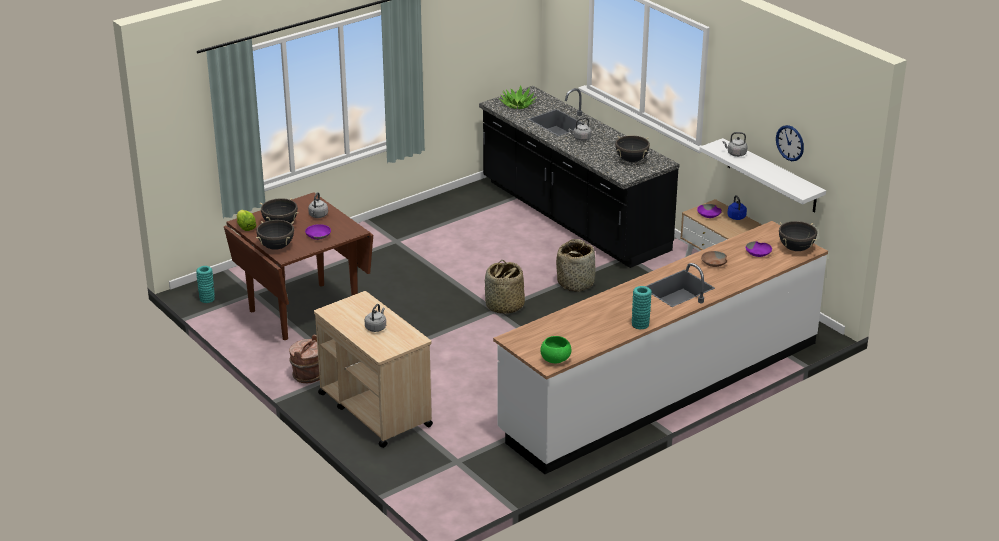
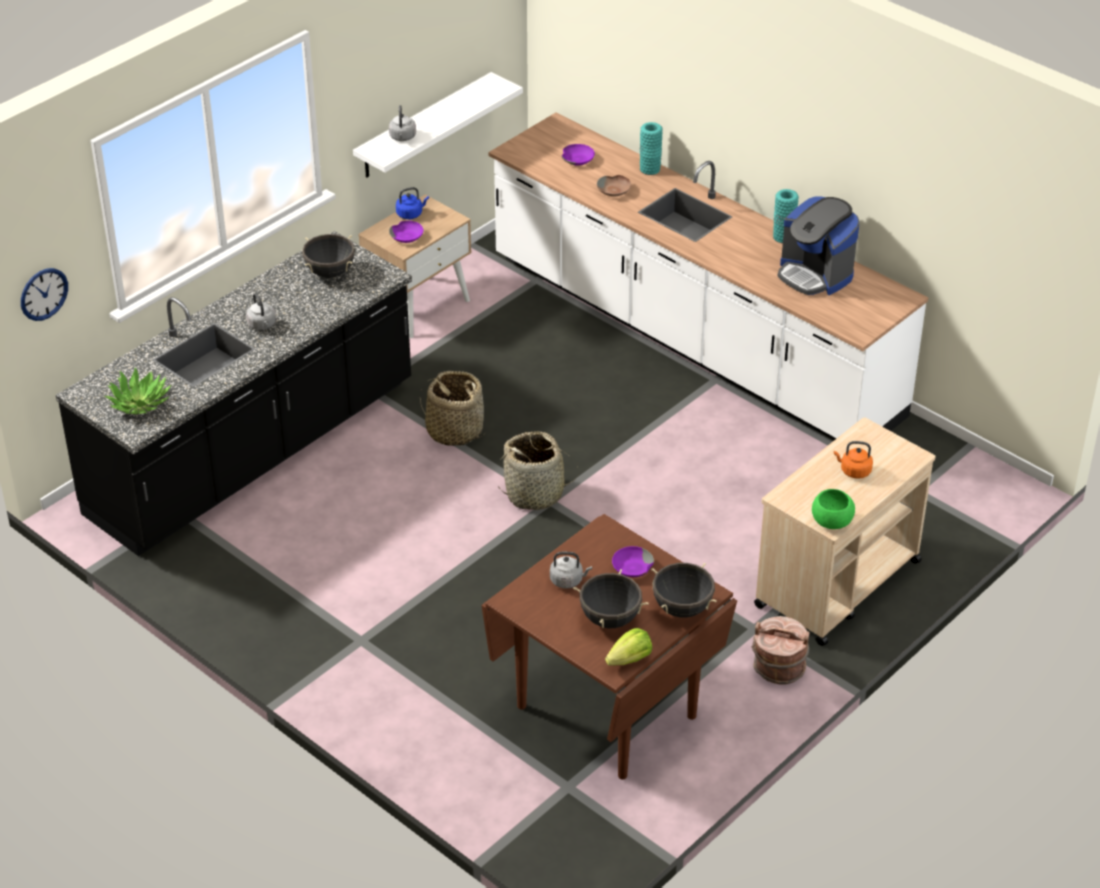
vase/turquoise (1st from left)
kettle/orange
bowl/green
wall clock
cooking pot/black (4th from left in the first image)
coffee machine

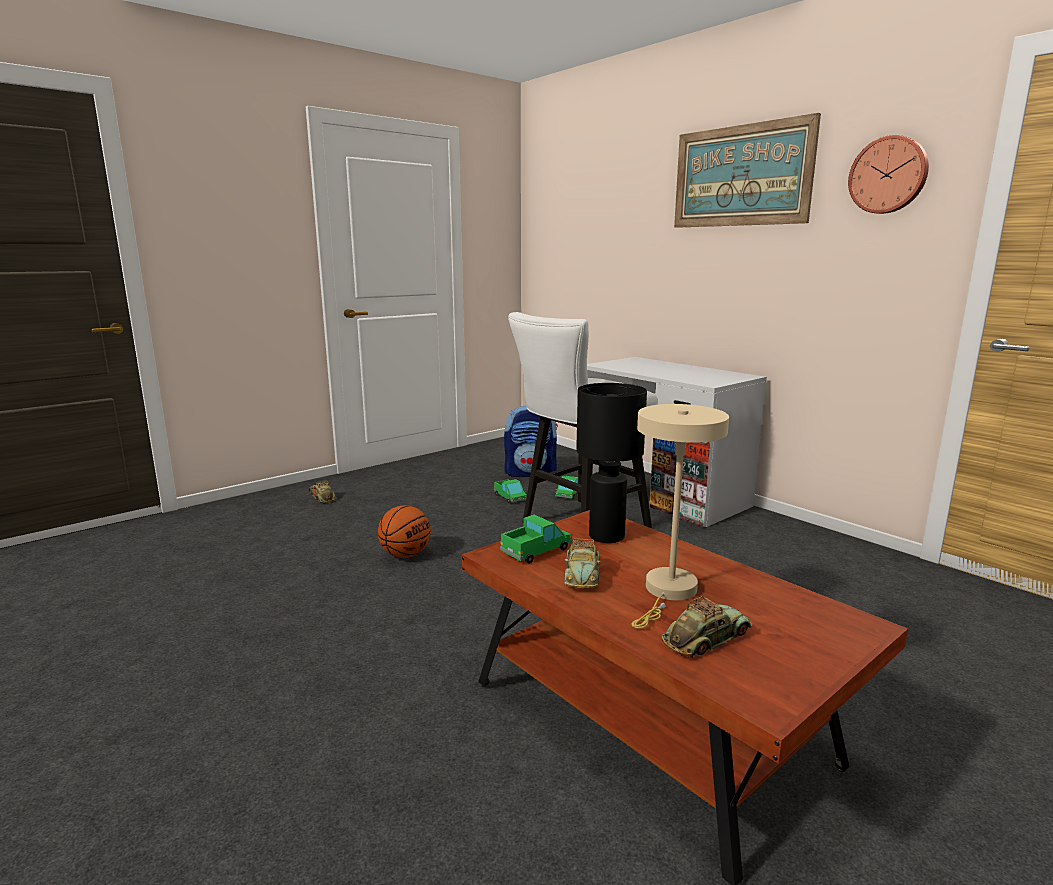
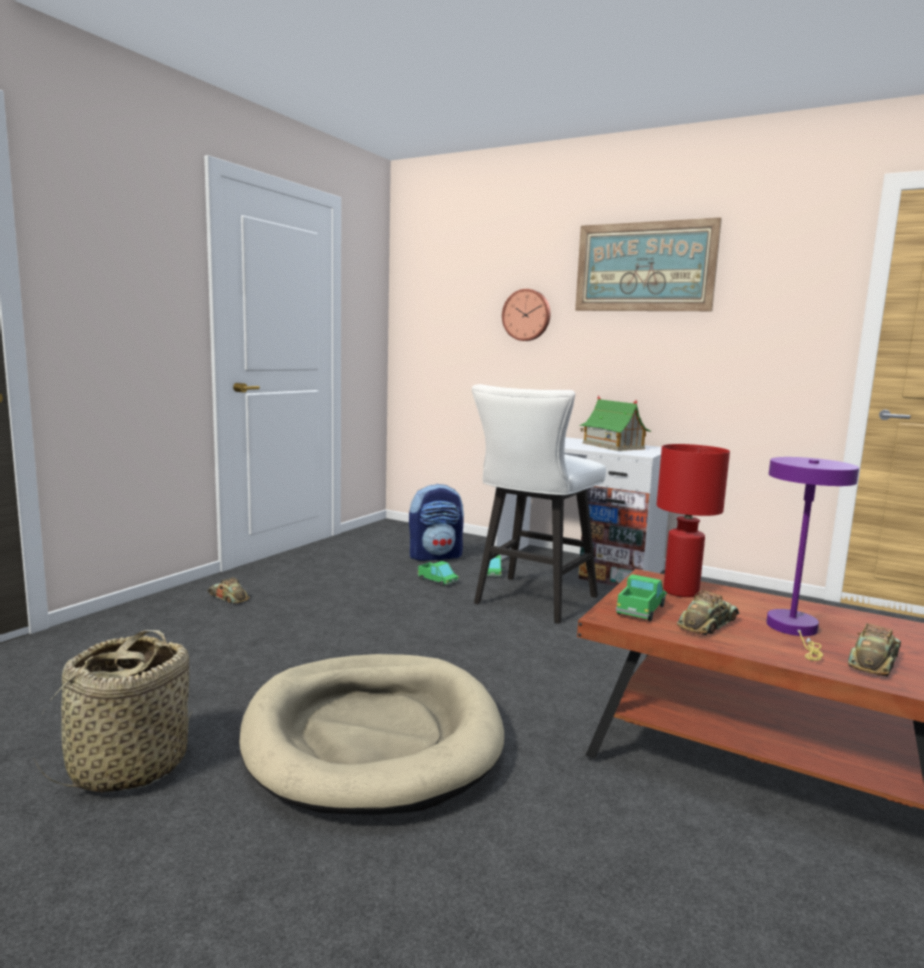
basketball
toy car (2nd from left)
table lamp/red
table lamp/purple
wall clock
basket
dog bed/beige
toy house

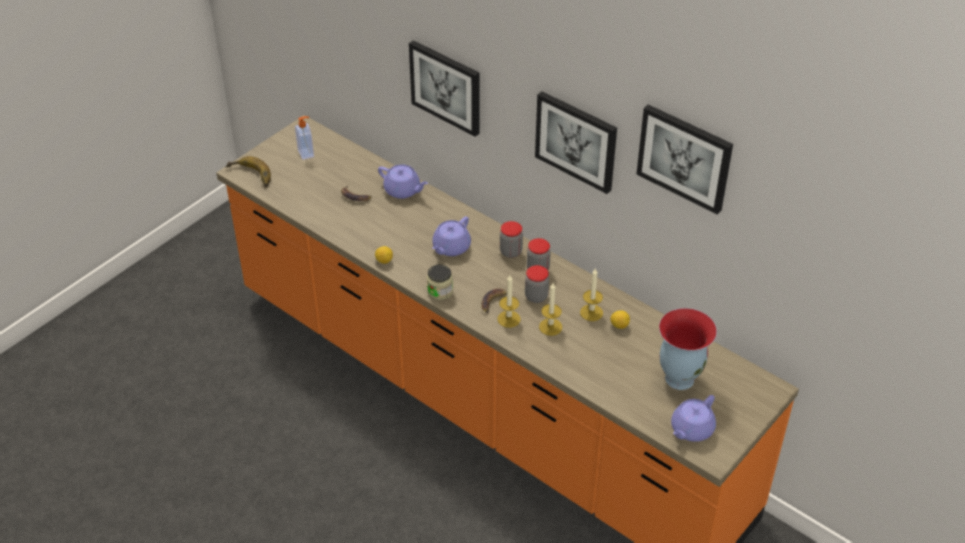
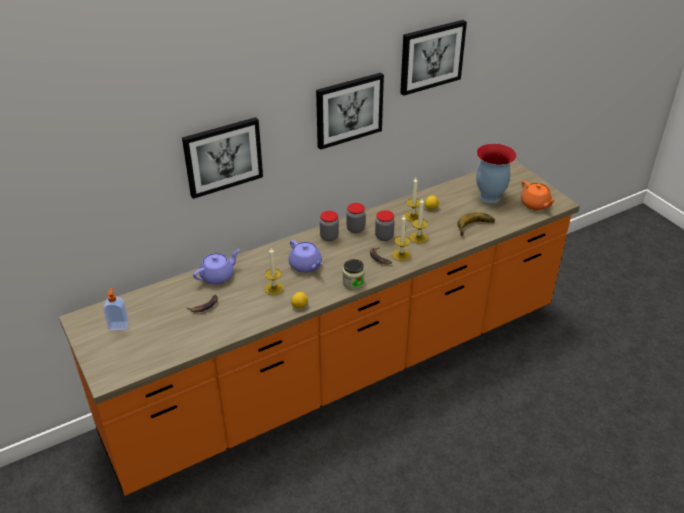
banana (3rd from left)
teapot/orange
candle (1st from left)

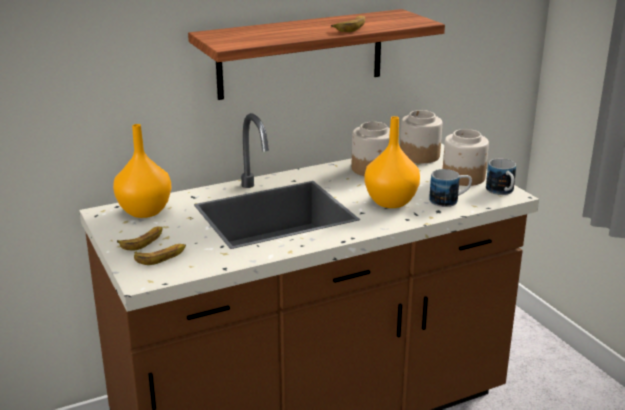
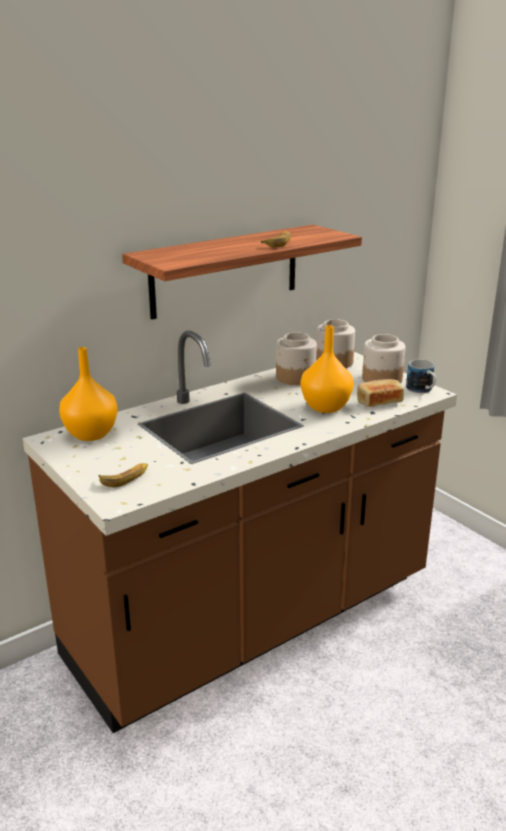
banana (1st from left in the first image)
bread

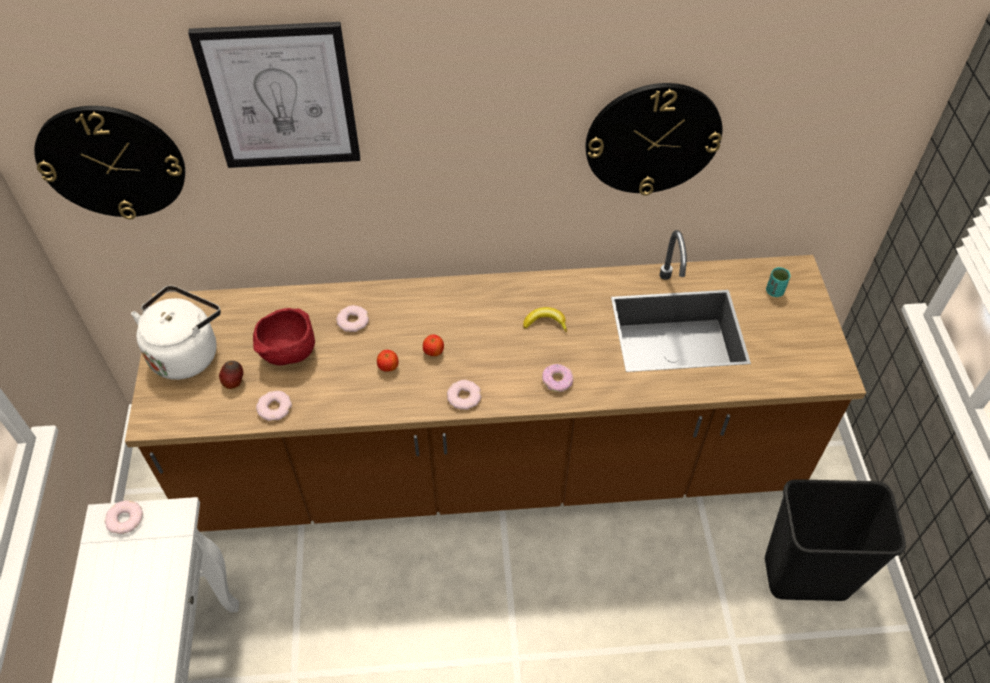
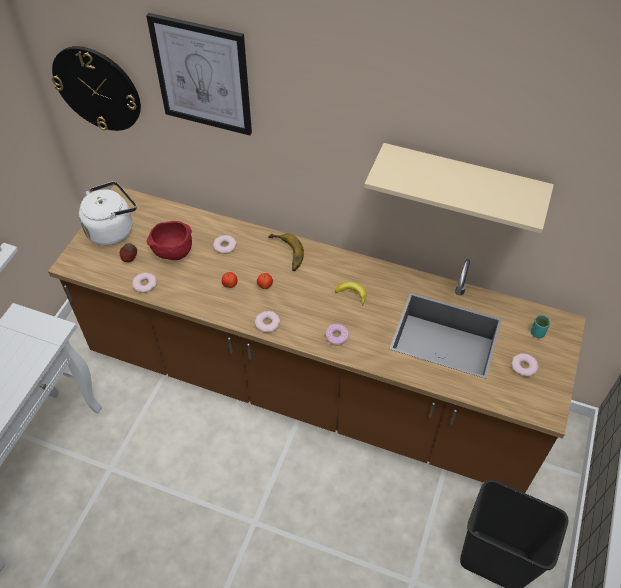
donut (5th from left)
shelf/beige
banana (1st from left)

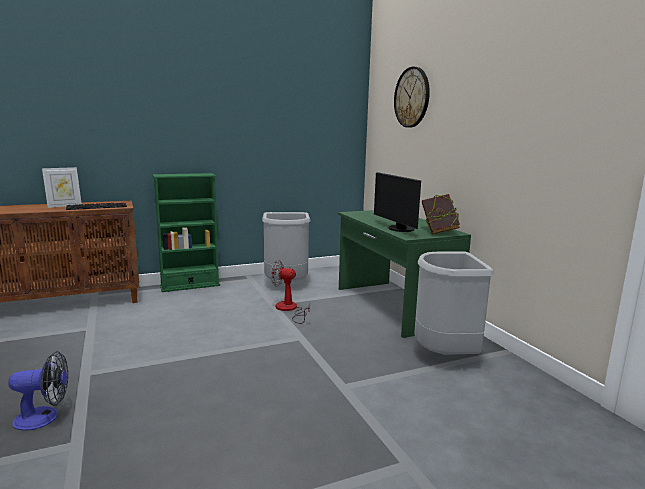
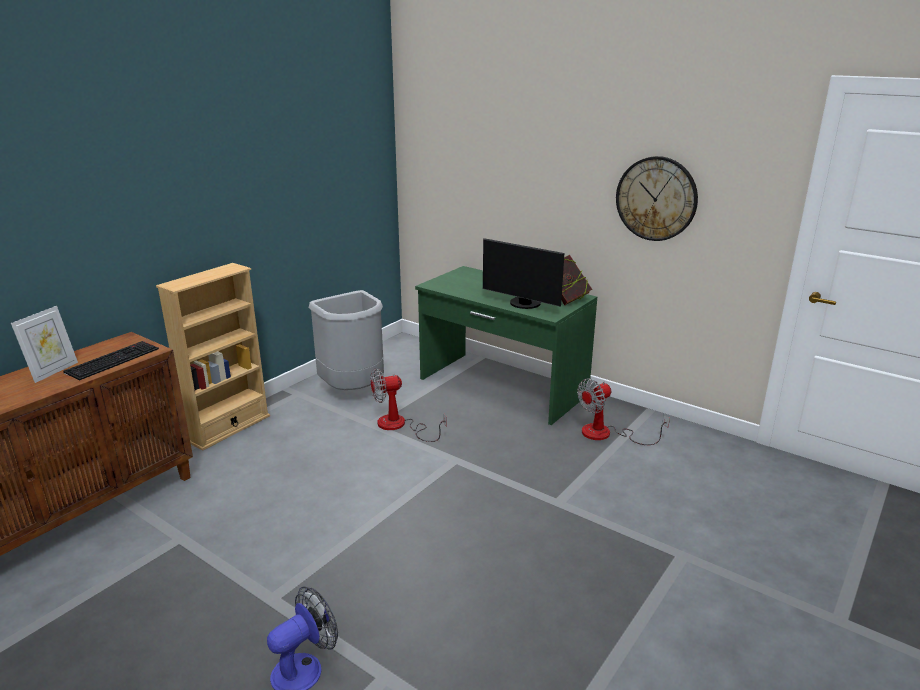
bookcase/beige
wall clock
fan (3rd from left)

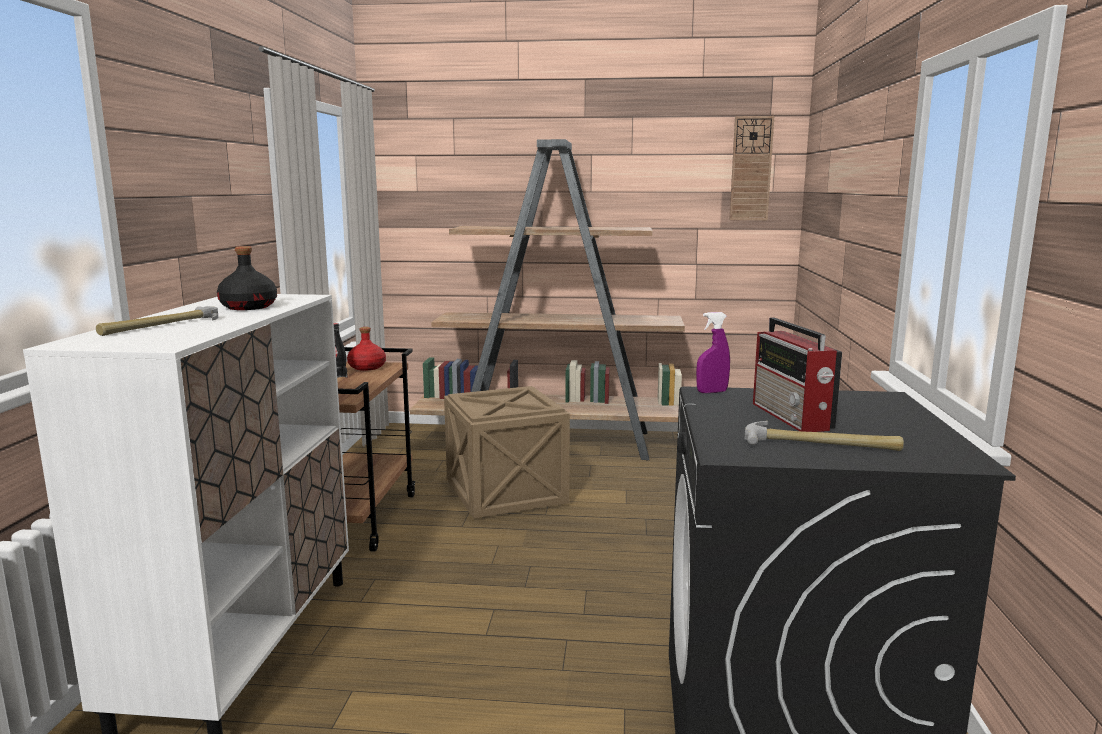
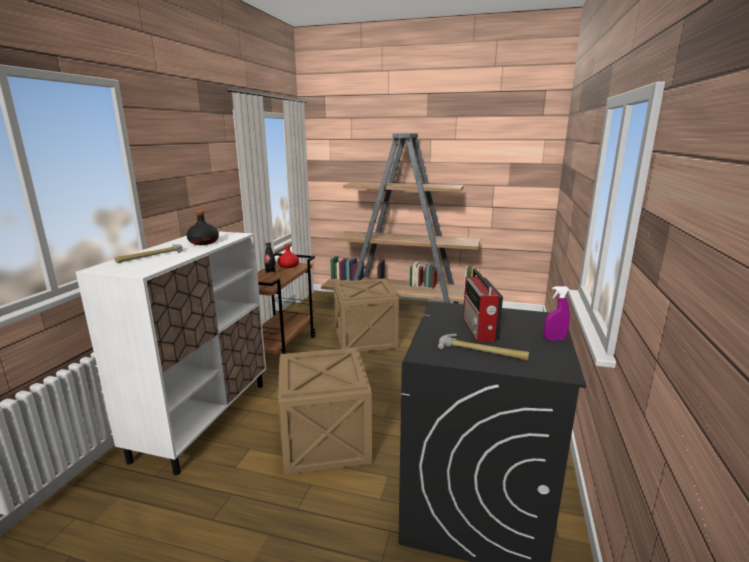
spray bottle/purple
wall clock
crate (1st from left)

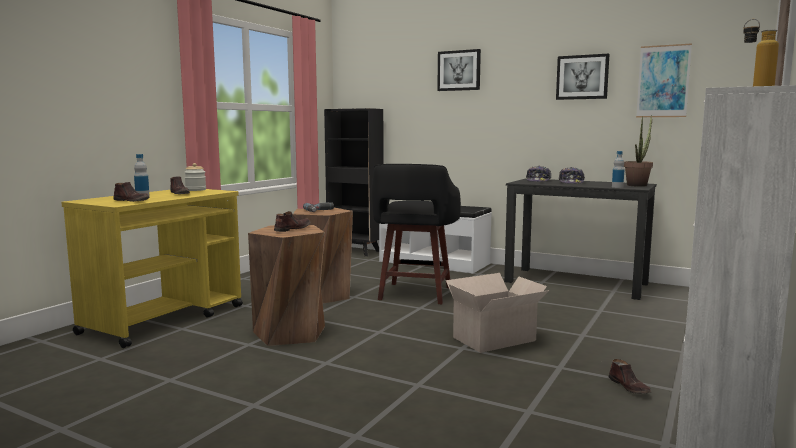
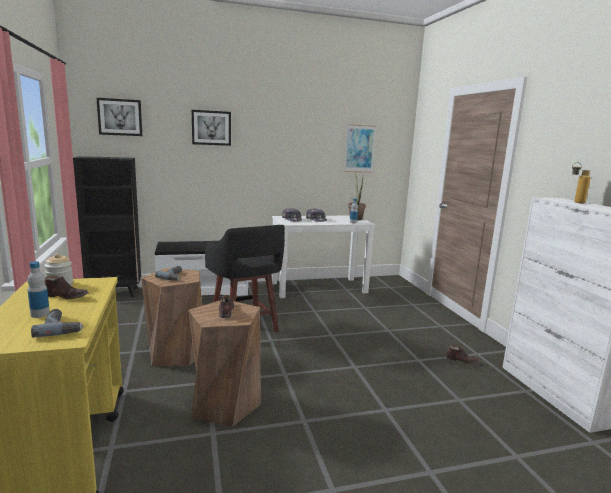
power drill (1st from left)
cardboard box
desk/white
picture (1st from left)

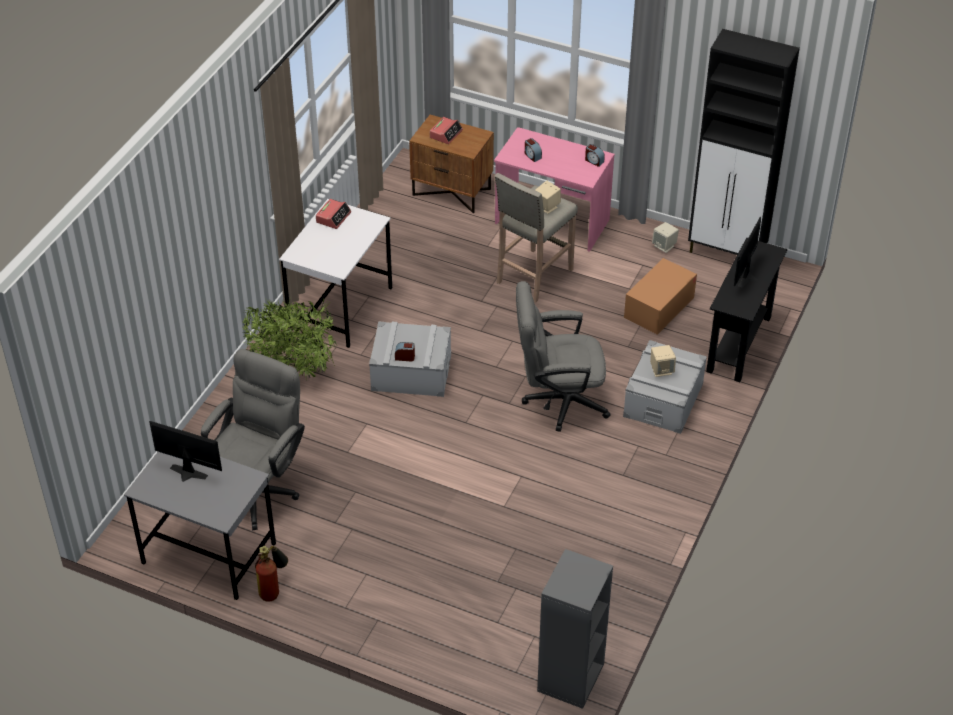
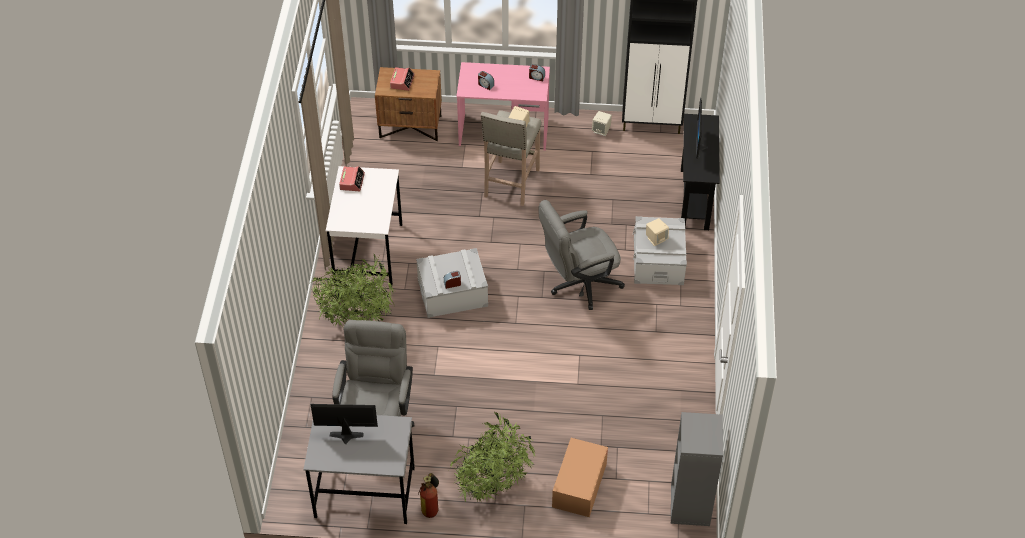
cardboard box
potted plant (2nd from left)

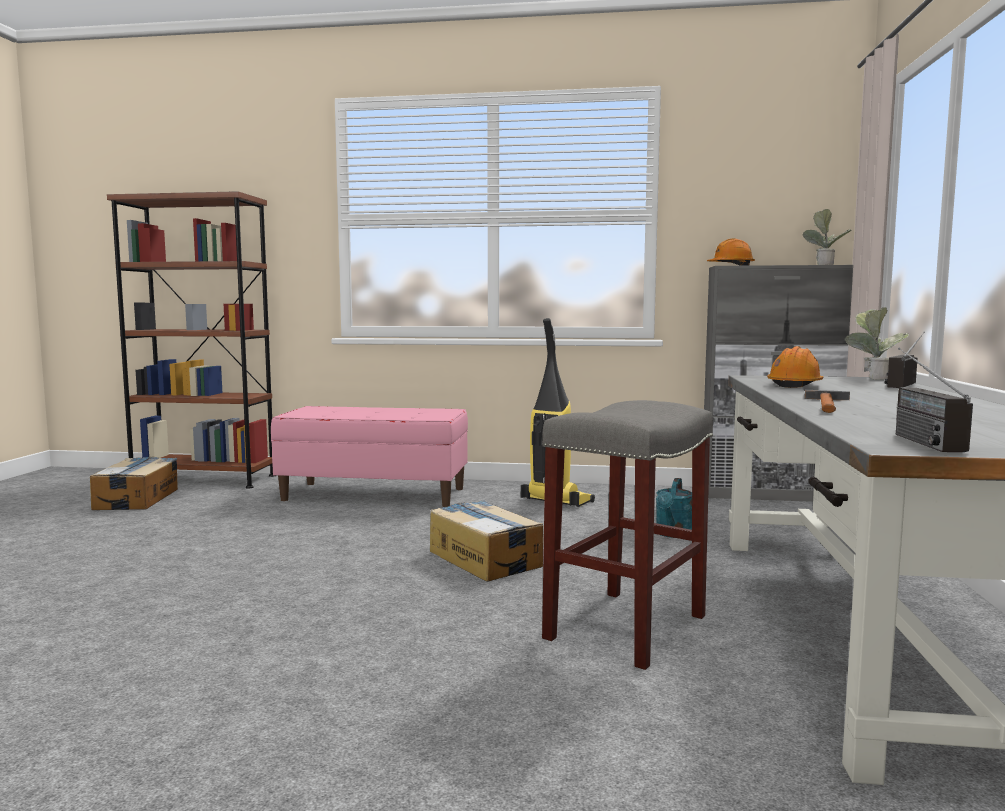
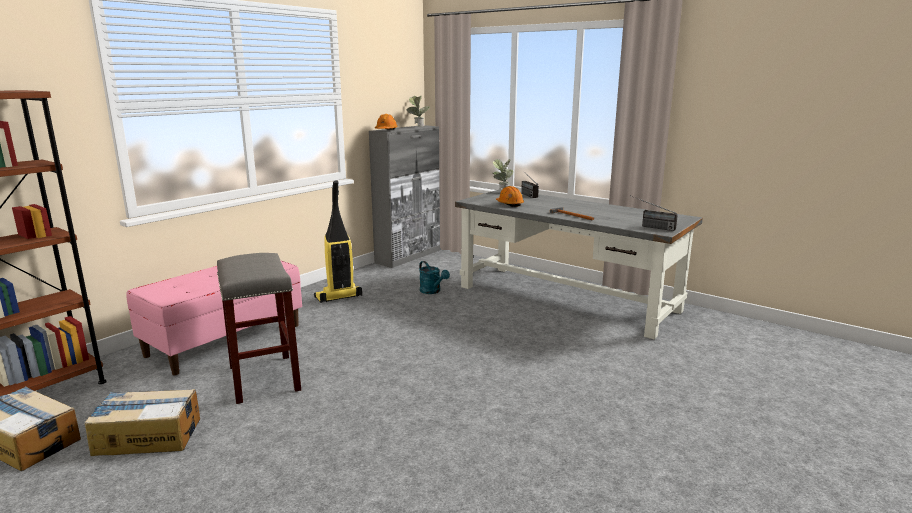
cardboard box (2nd from left)
stool/grey

